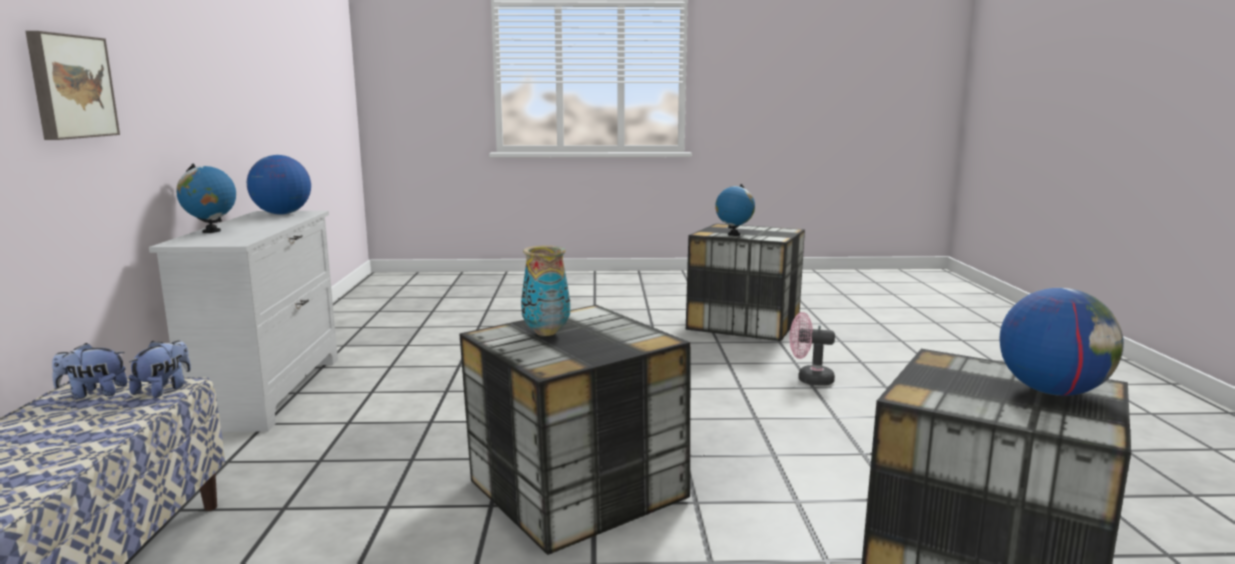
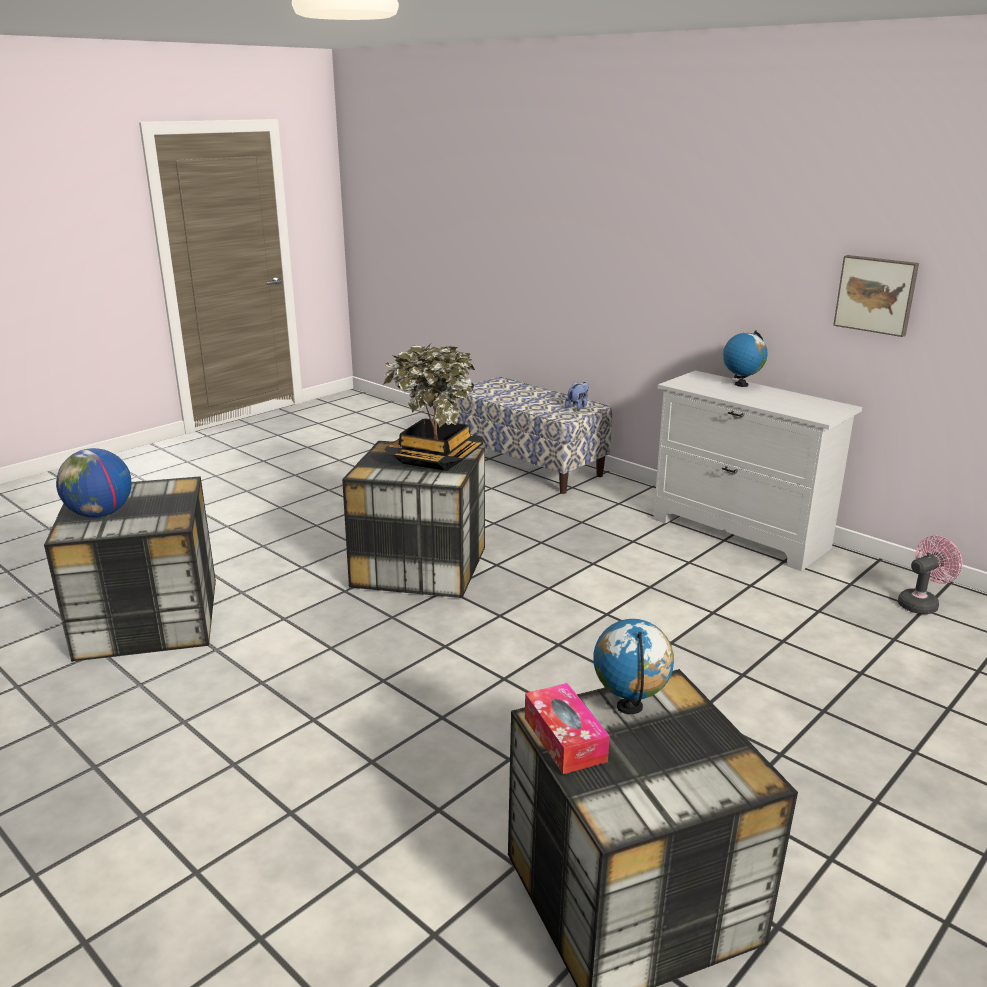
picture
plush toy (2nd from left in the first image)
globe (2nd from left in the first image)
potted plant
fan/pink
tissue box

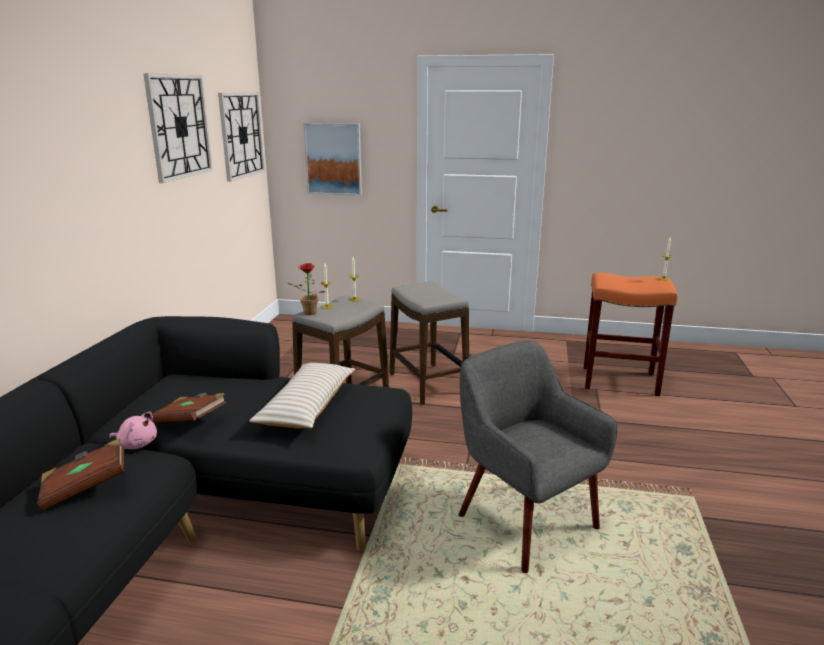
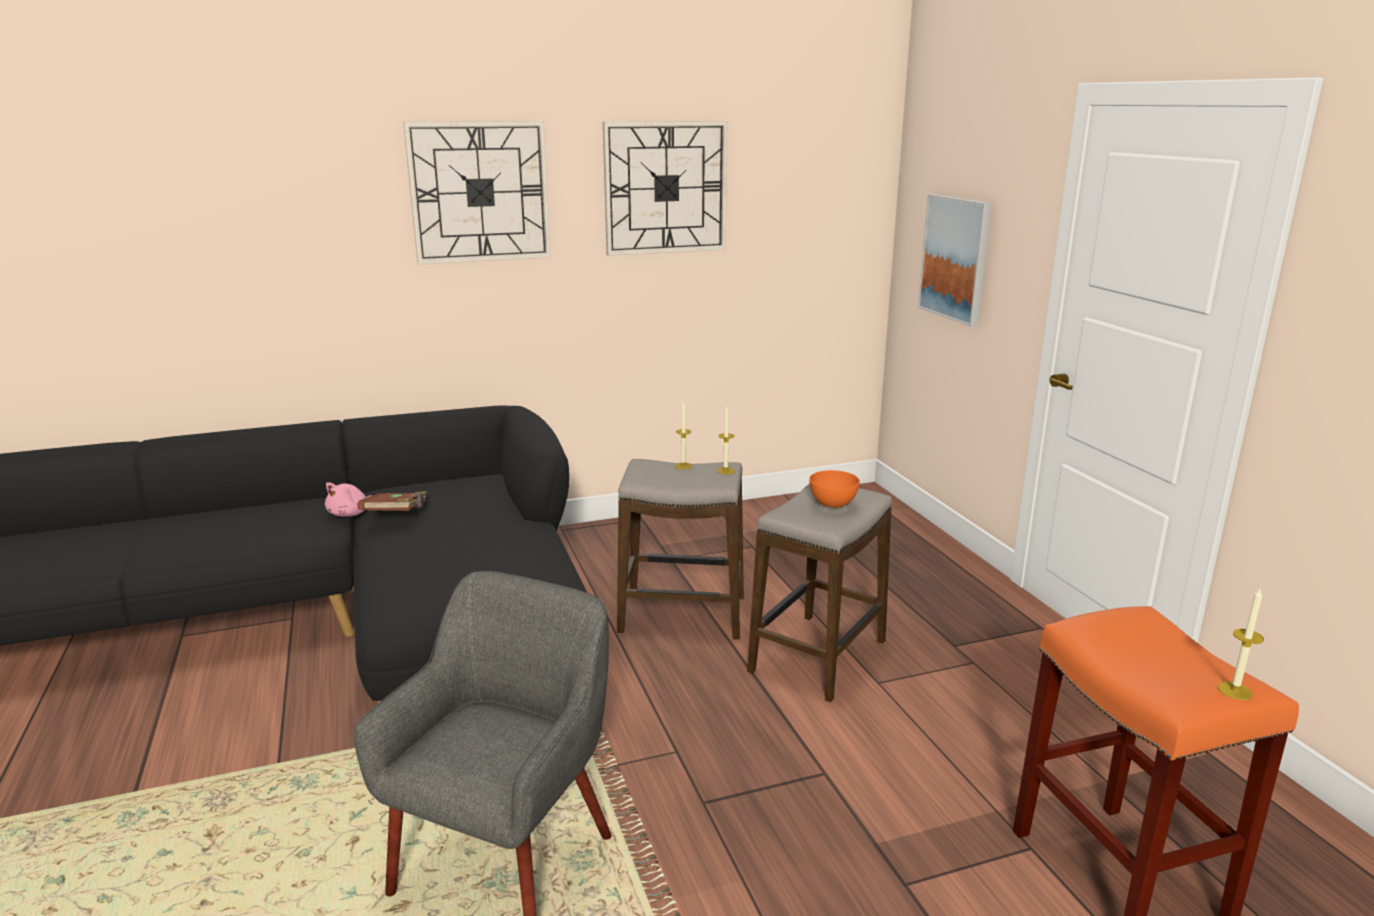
book/brown (1st from left in the first image)
plush toy/pink
wall clock (1st from left)
pillow/beige
potted plant
bowl/orange

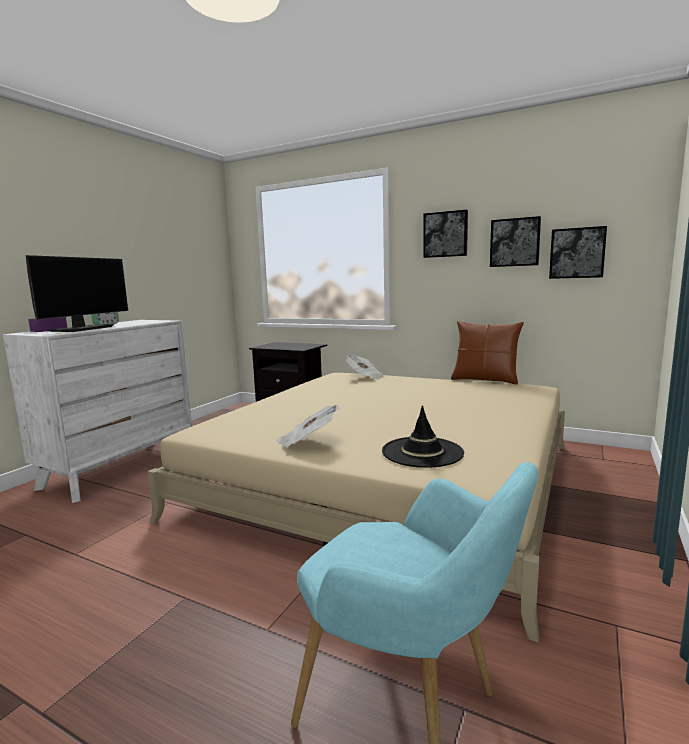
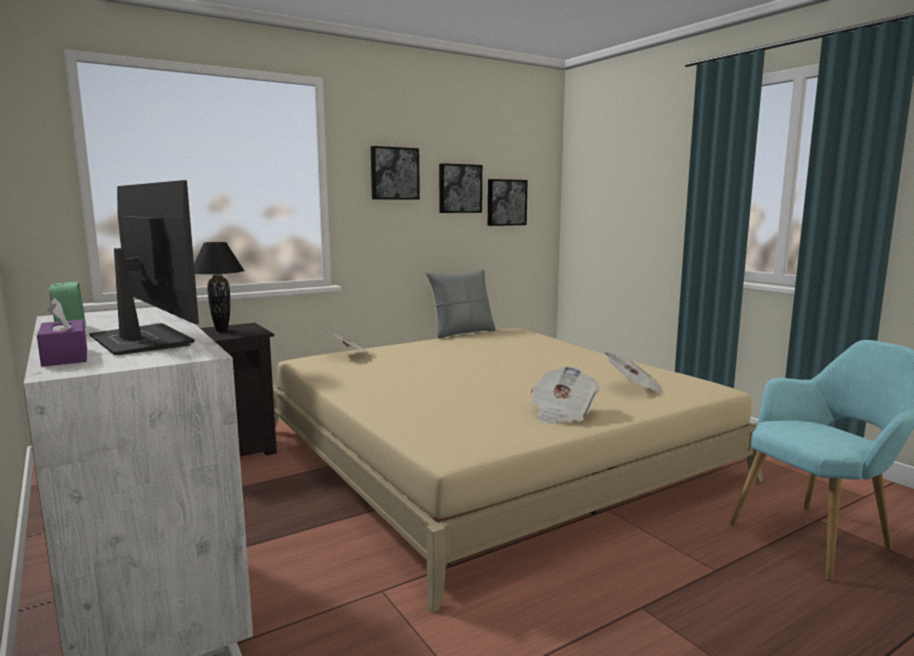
newspaper (3rd from left)
pillow/grey
table lamp/black

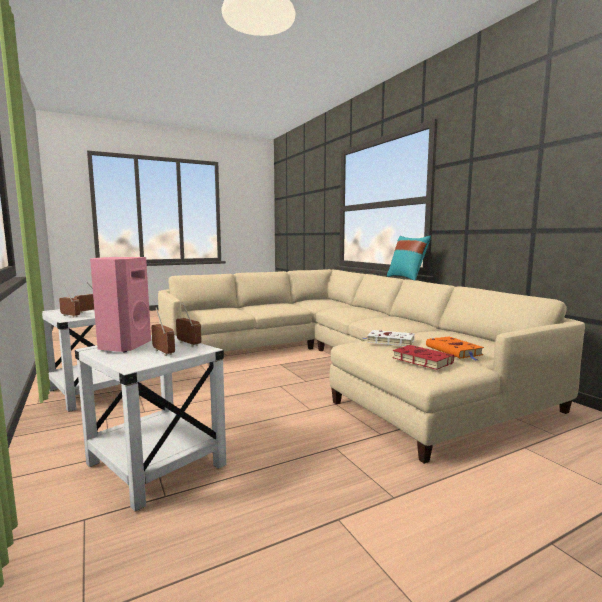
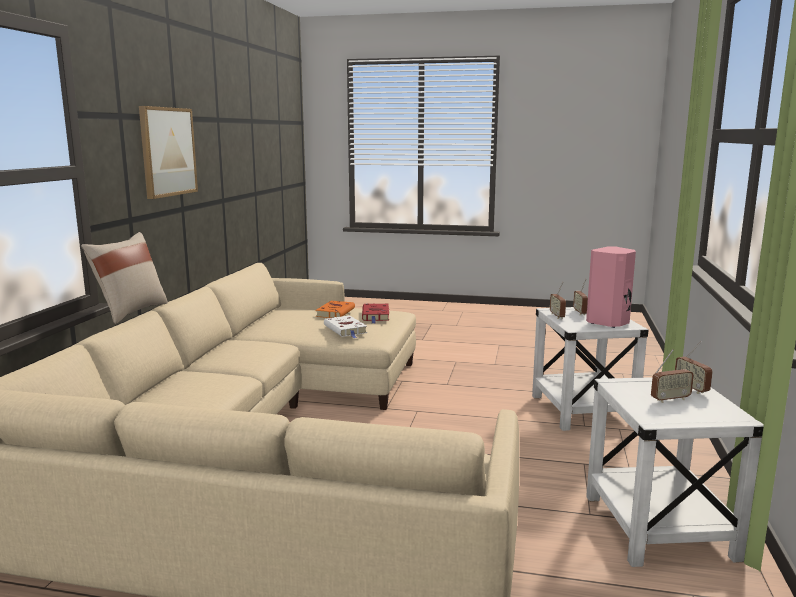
pillow/beige
picture

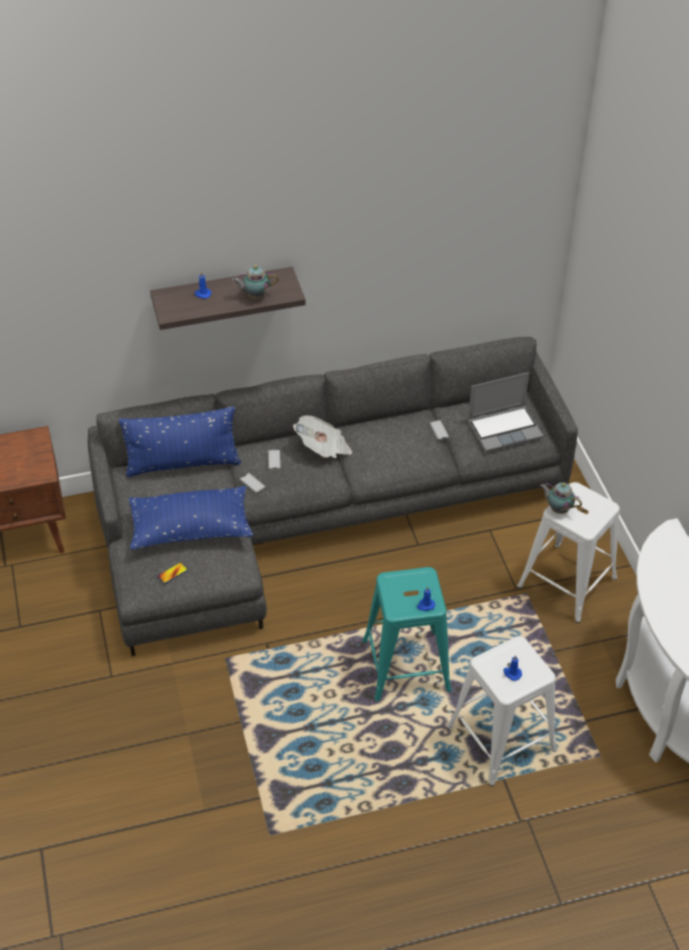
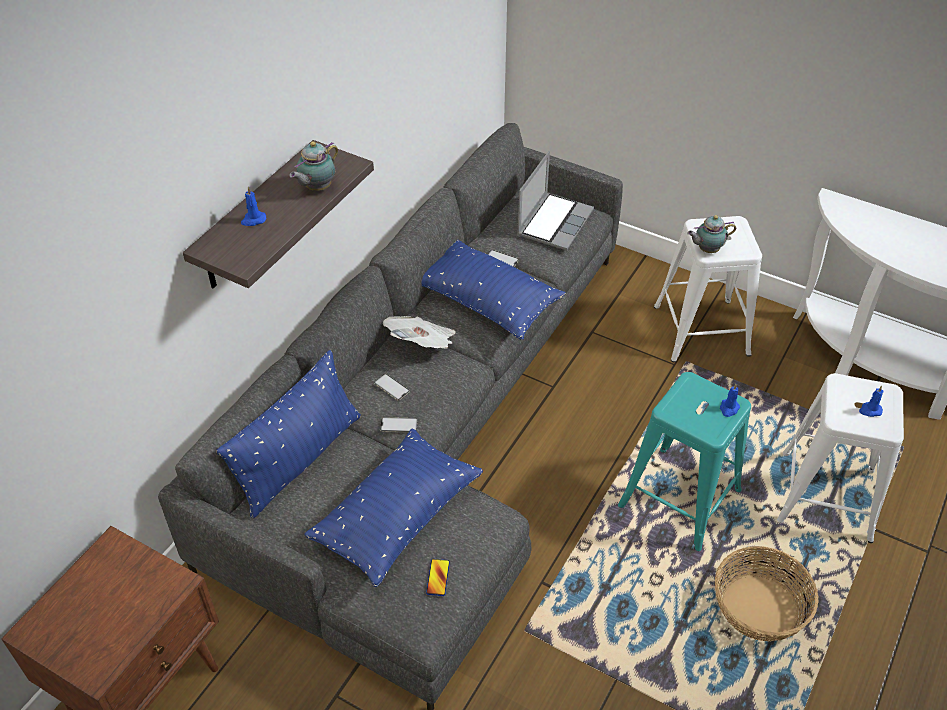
pillow/blue (3rd from left)
basket

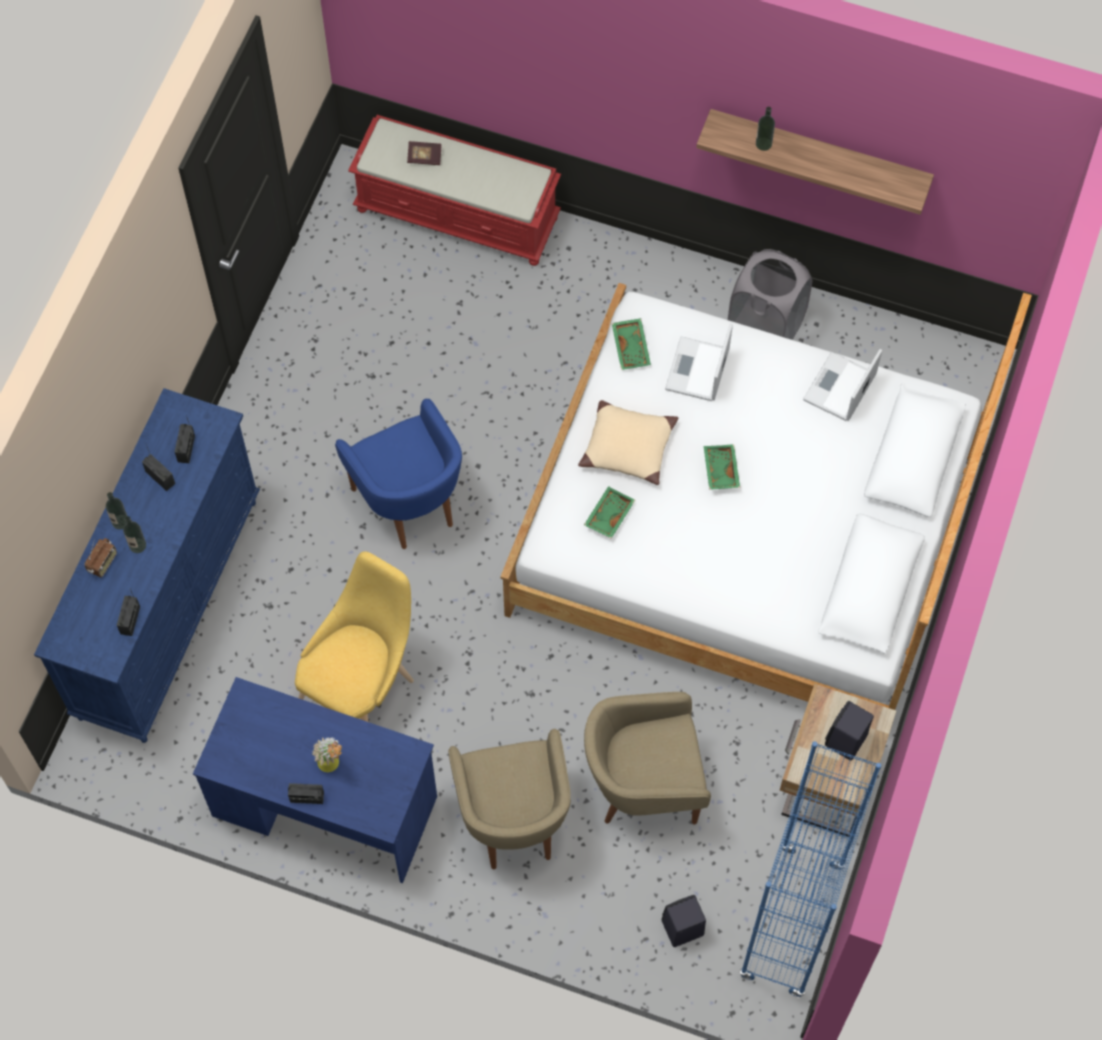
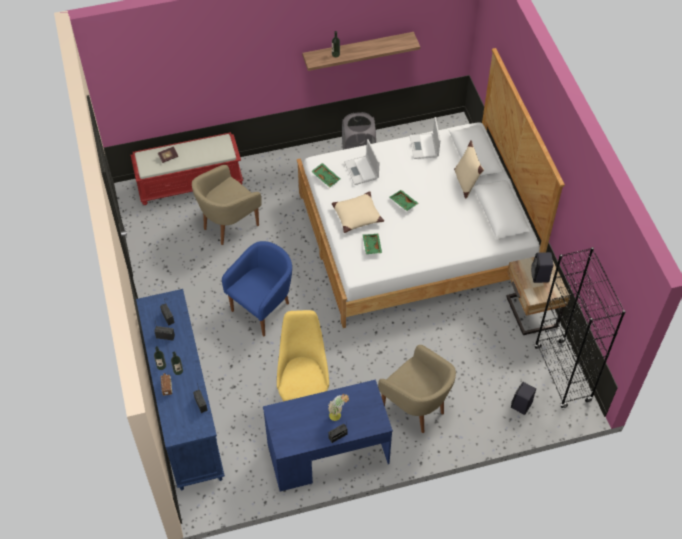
armchair/blue
armchair/beige (1st from left)
bookcase/black
pillow/beige (2nd from left)

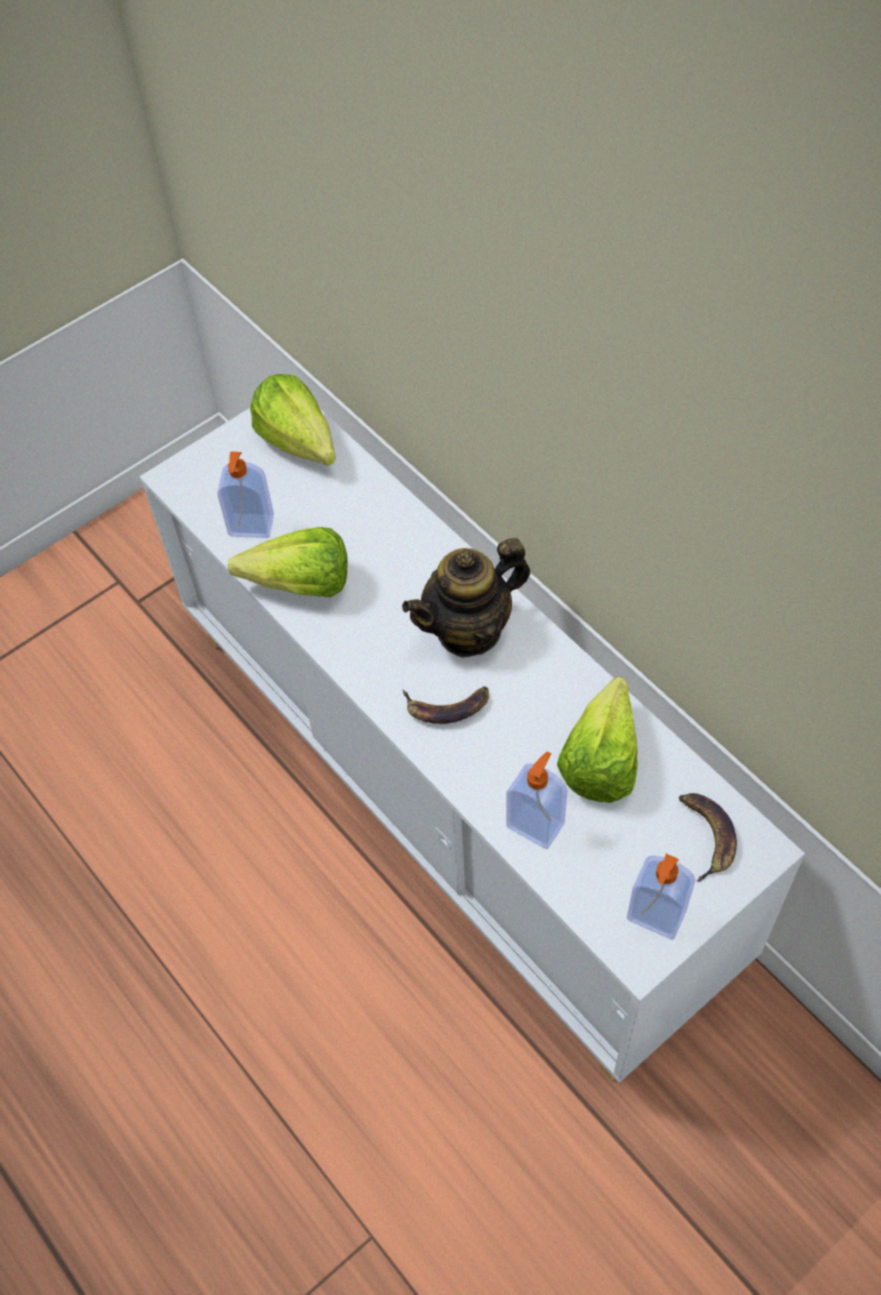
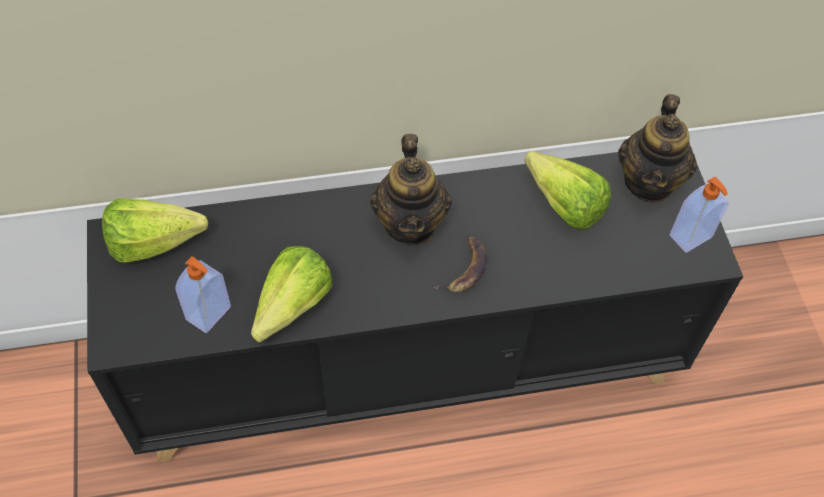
cabinet/black
soap dispenser (2nd from left in the first image)
teapot (2nd from left)

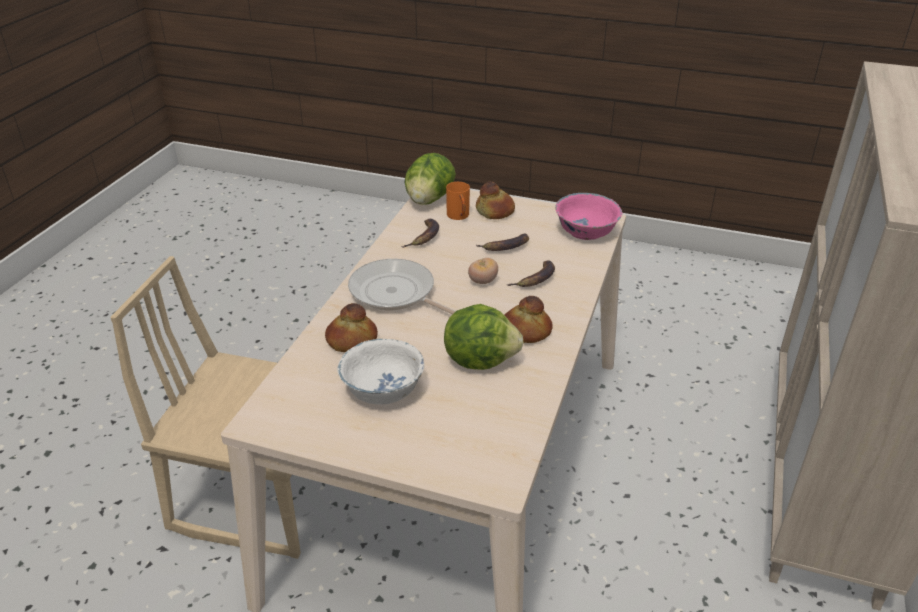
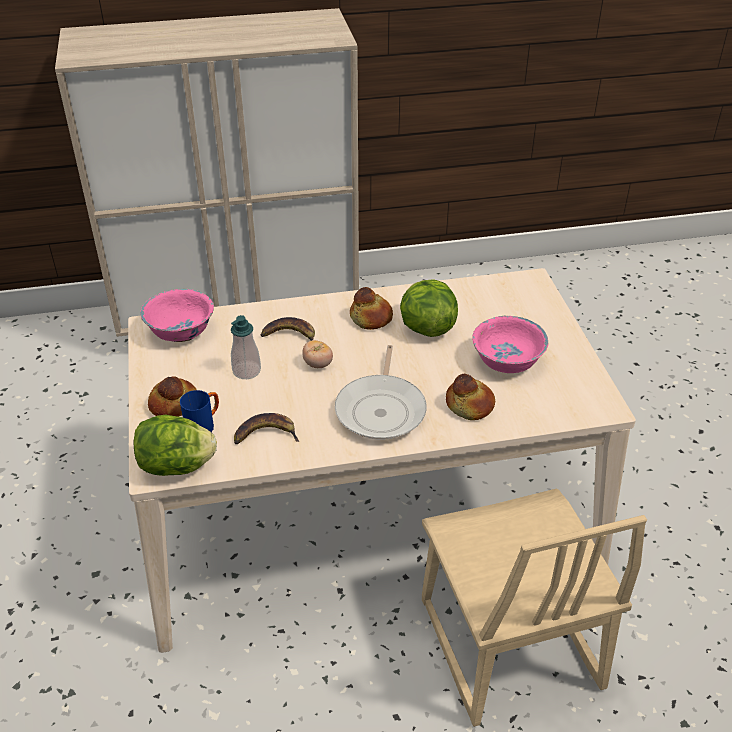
bowl/pink (2nd from left)
mug/blue
soap dispenser

